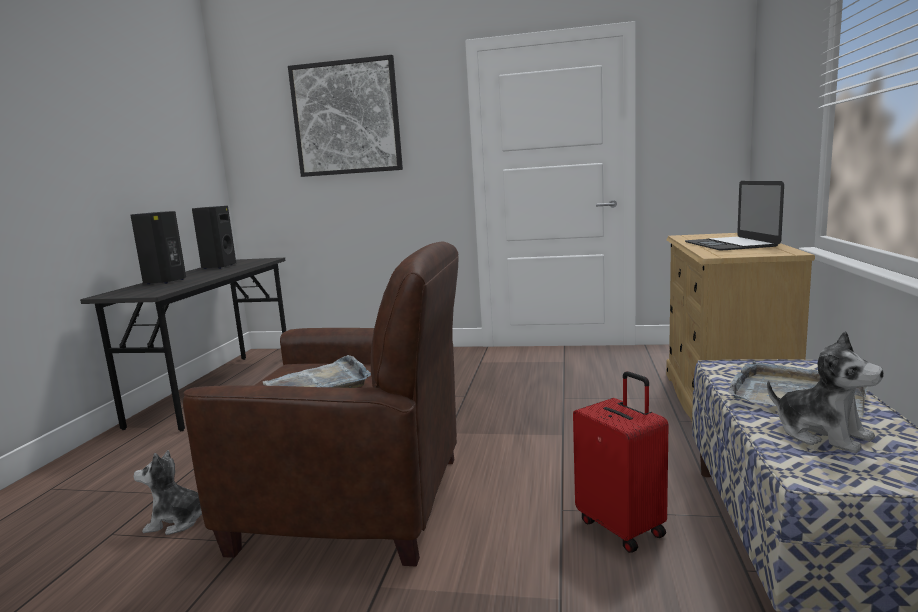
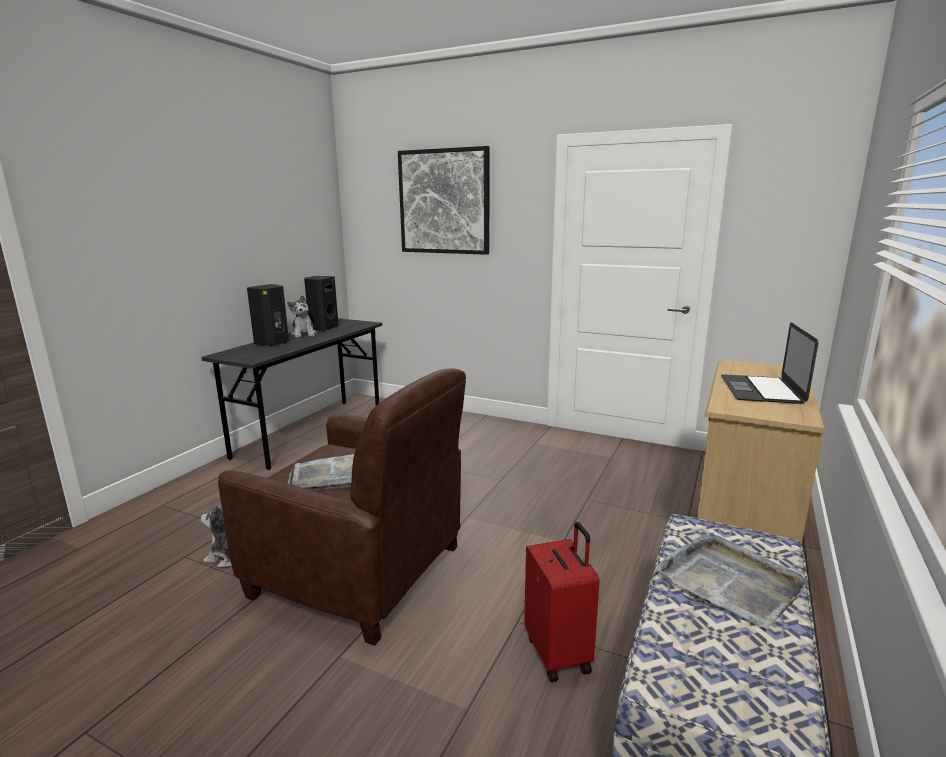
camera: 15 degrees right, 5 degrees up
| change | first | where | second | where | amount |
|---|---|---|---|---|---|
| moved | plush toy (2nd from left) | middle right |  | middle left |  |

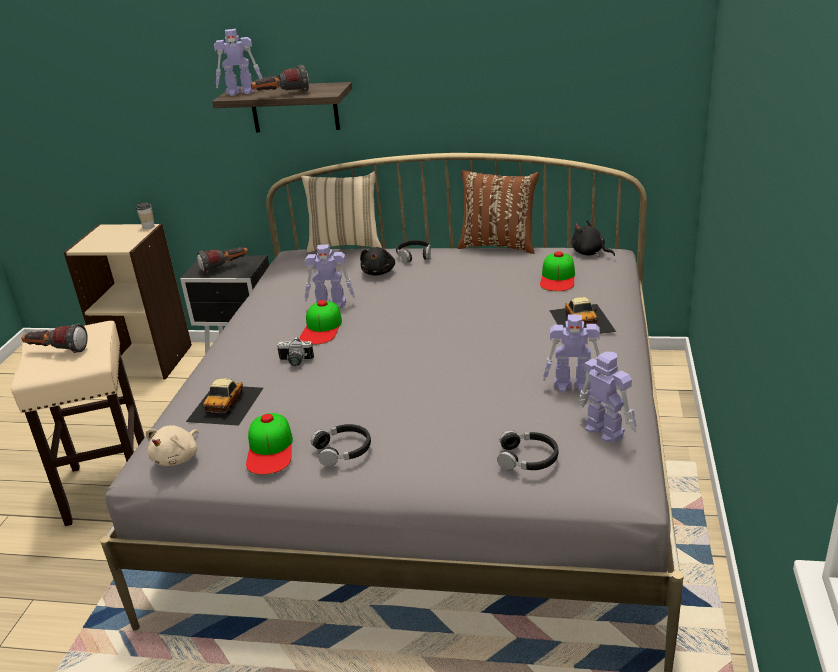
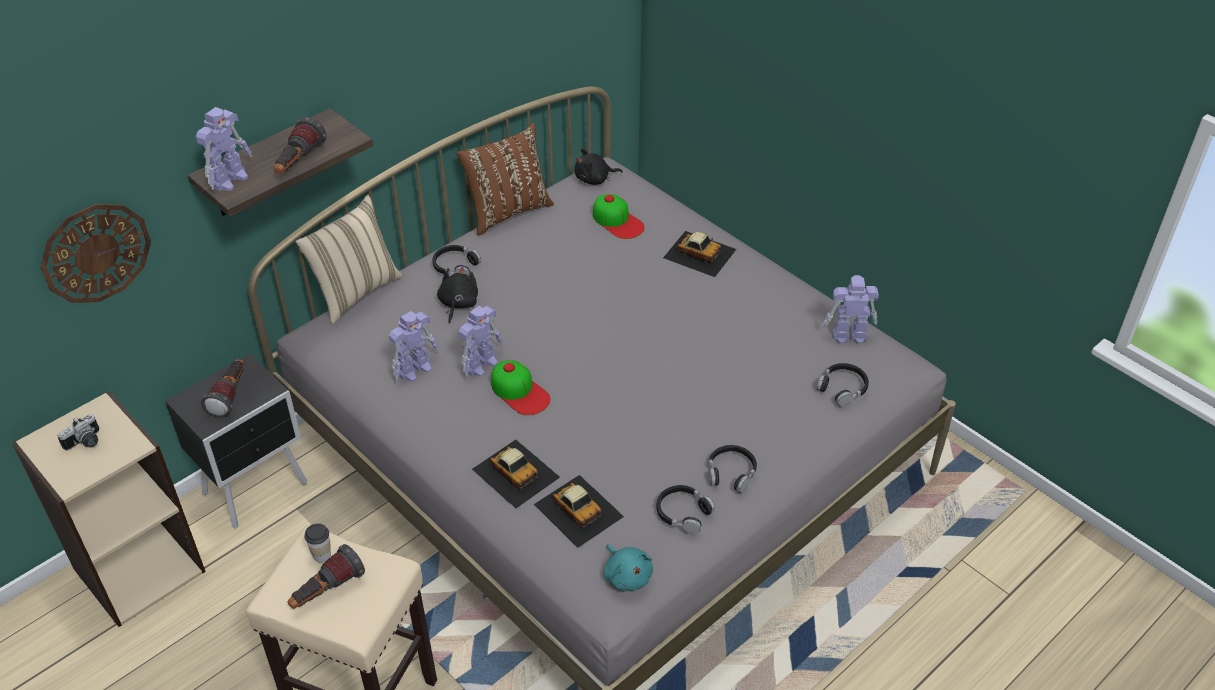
camera: 55 degrees left, 15 degrees up
| change | first | where | second | where | amount |
|---|---|---|---|---|---|
| added |  |  | wall clock | middle left |  |
| moved | photo camera | centre |  | middle left |  |
| moved | cup | top left |  | bottom left |  |
| moved | toy robot (3rd from left in the first image) | middle right | toy robot (2nd from left) | centre |  |
| turned | black plush toy (1st from left) | centre |  | centre | 120 degrees counterclockwise |
| added |  |  | toy car (1st from left) | bottom centre |  |
| recoloured | beige plush toy | middle left | turquoise plush toy | bottom centre |  |
| replaced | cap (1st from left) | middle left | black headphones (2nd from left) | bottom centre |  |

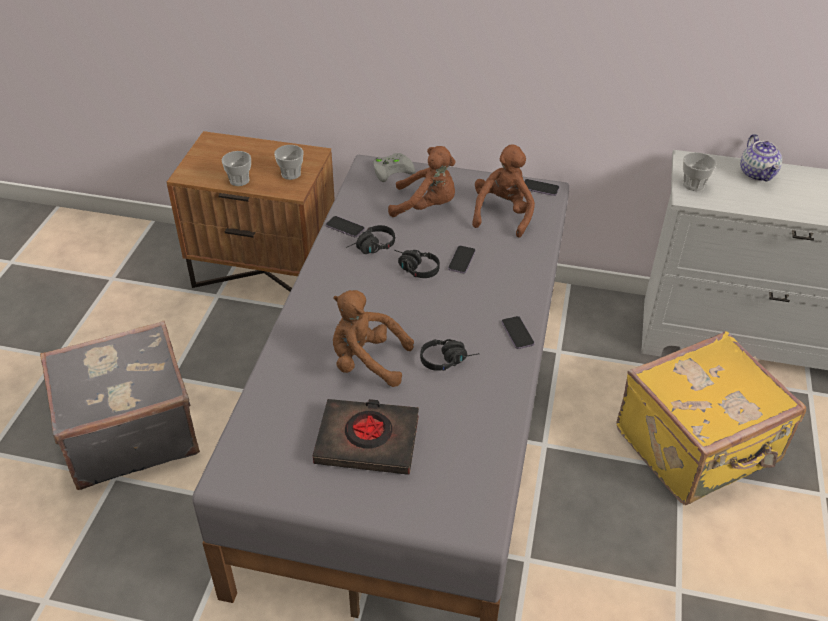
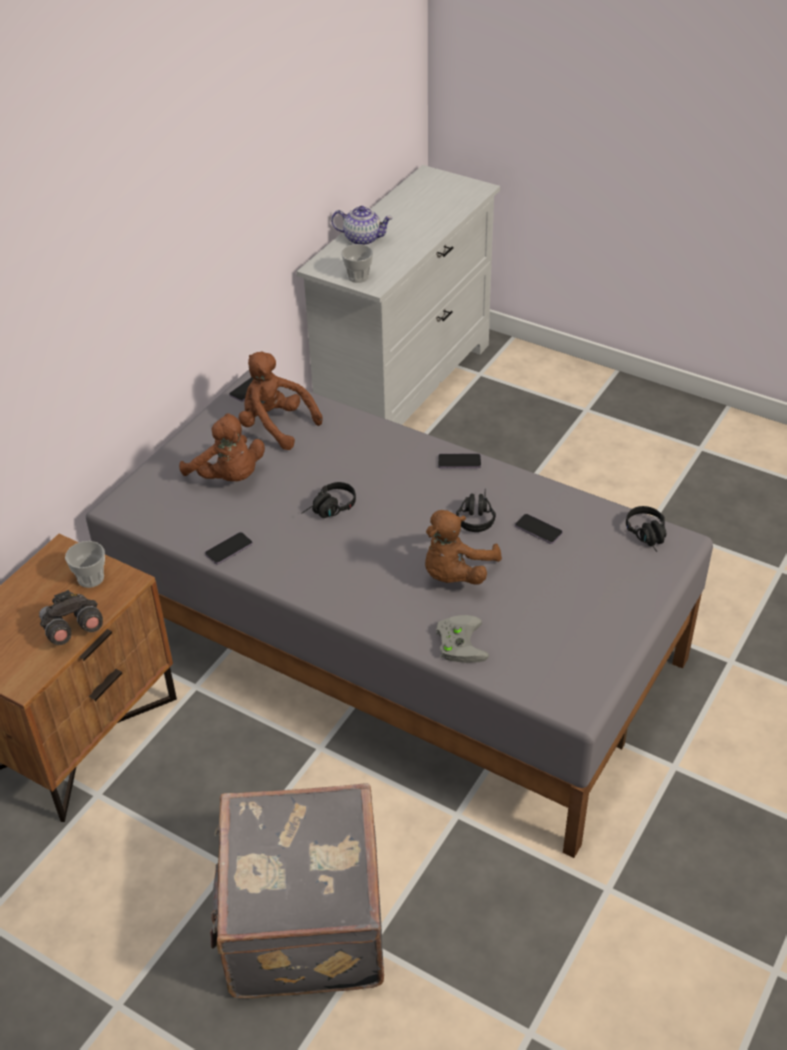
camera: 70 degrees left, 0 degrees up
| change | first | where | second | where | amount |
|---|---|---|---|---|---|
| replaced | cup (1st from left) | top left | grey binoculars | middle left |  |
| turned | brown plush toy (2nd from left in the first image) | top centre | brown plush toy (1st from left) | middle left | 105 degrees clockwise |
| moved | grey game controller | top centre |  | centre |  |
| moved | phone (2nd from left in the first image) | centre | phone (4th from left) | middle right |  |
| moved | black headphones (1st from left in the first image) | centre | black headphones (3rd from left) | middle right |  |
| removed | black book | bottom centre |  |  |  |
| removed | yellow suitcase | bottom right |  |  |  |

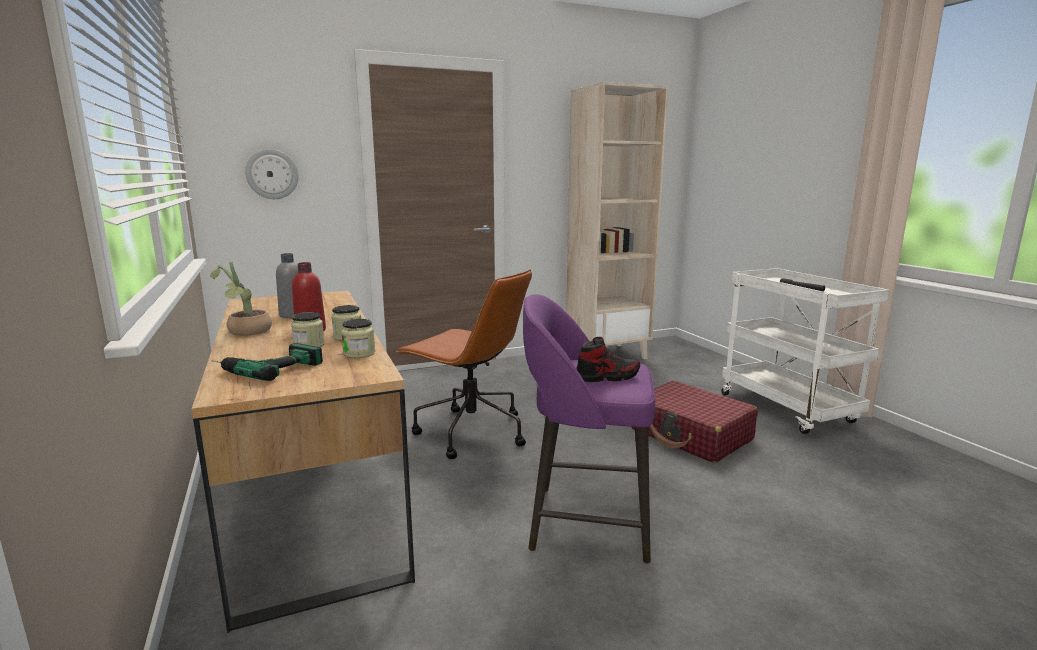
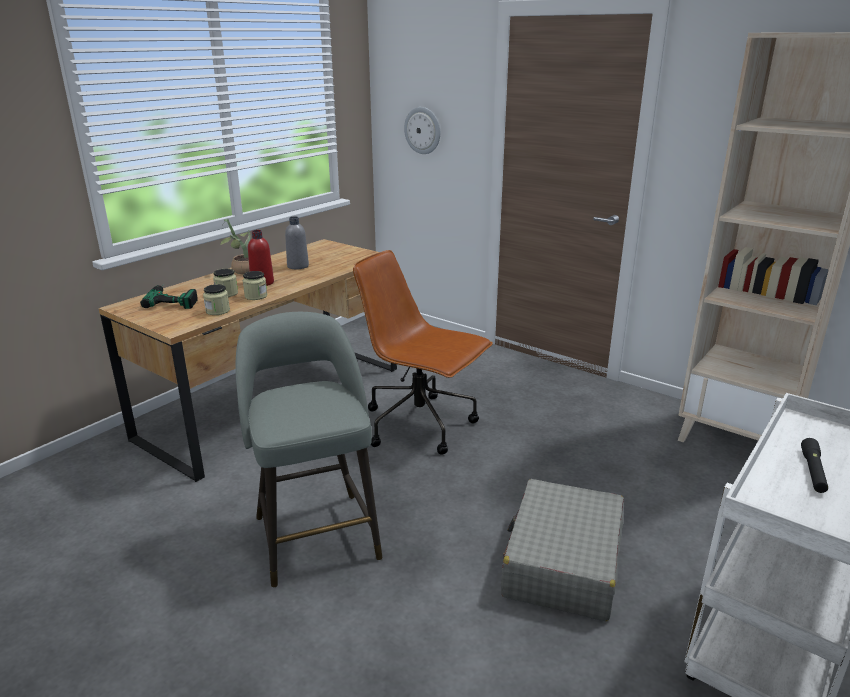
camera: 60 degrees right, 10 degrees up
| change | first | where | second | where | amount |
|---|---|---|---|---|---|
| recoloured | purple stool | centre | grey stool | centre |  |
| turned | brown office chair | centre |  | centre | 120 degrees clockwise |
| recoloured | red suitcase | middle right | grey suitcase | bottom centre |  |
| removed | shoe | centre |  |  |  |

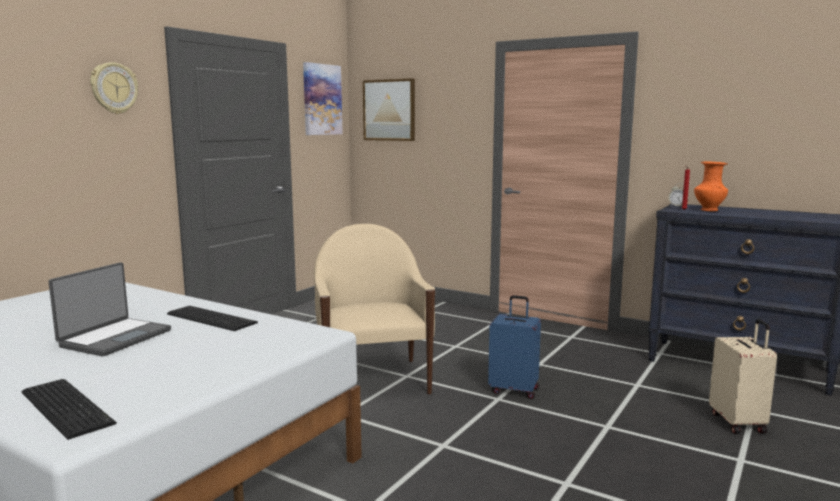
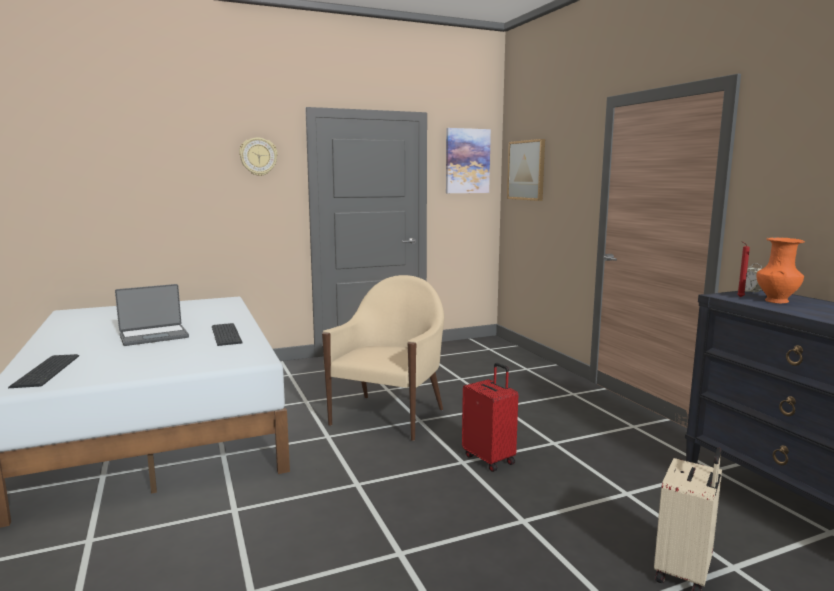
camera: 35 degrees right, 0 degrees up
| change | first | where | second | where | amount |
|---|---|---|---|---|---|
| recoloured | blue suitcase | bottom centre | red suitcase | bottom centre |  |

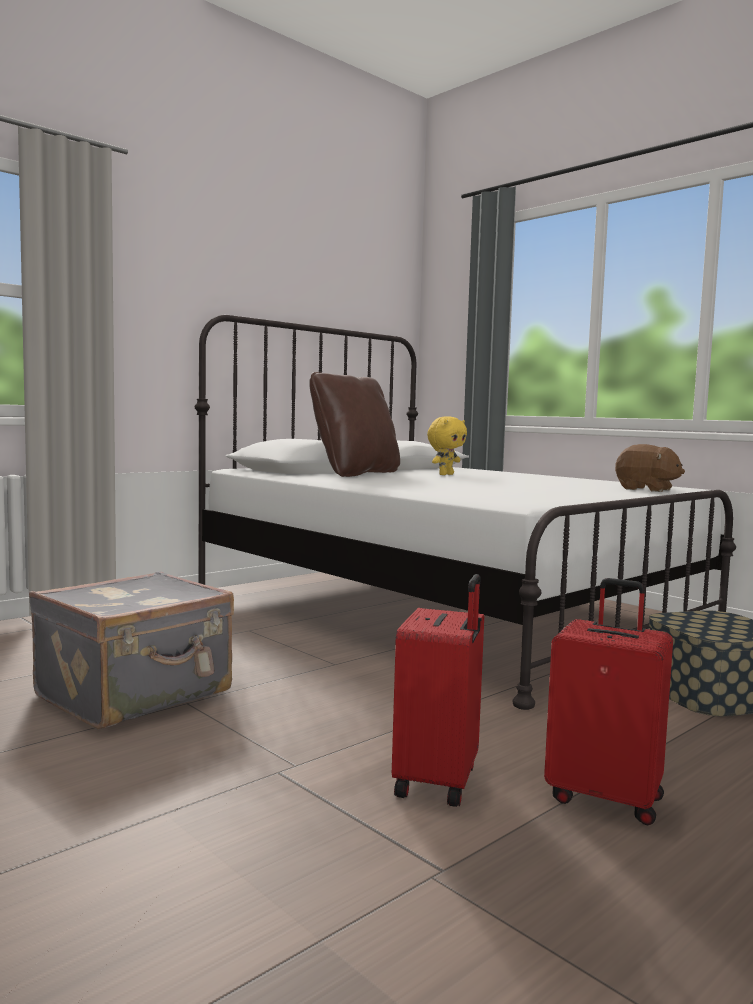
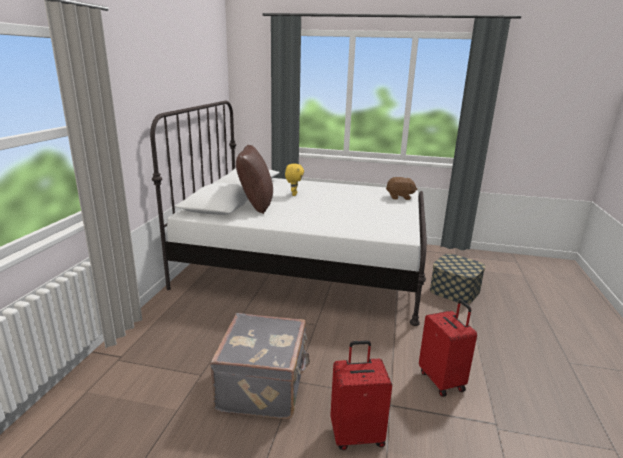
camera: 35 degrees left, 15 degrees up
| change | first | where | second | where | amount |
|---|---|---|---|---|---|
| moved | red suitcase (2nd from left in the first image) | bottom right | red suitcase (1st from left) | bottom centre |  |

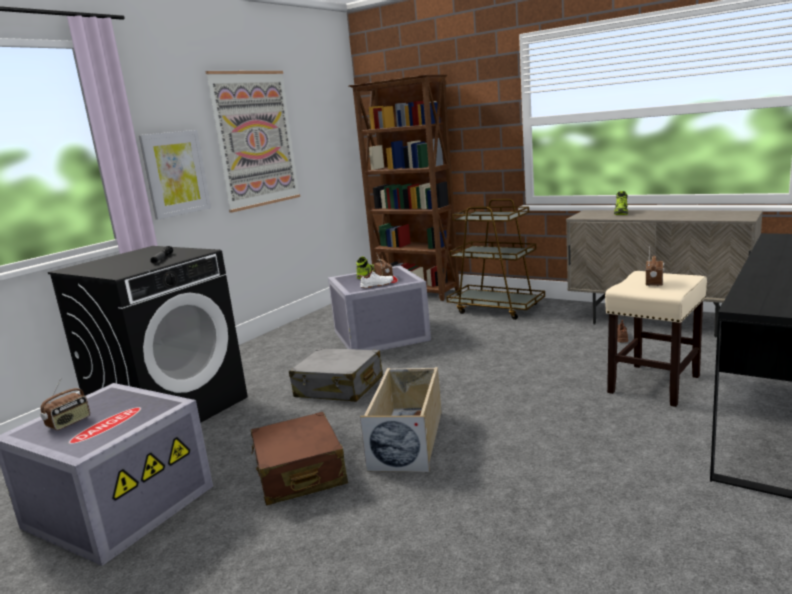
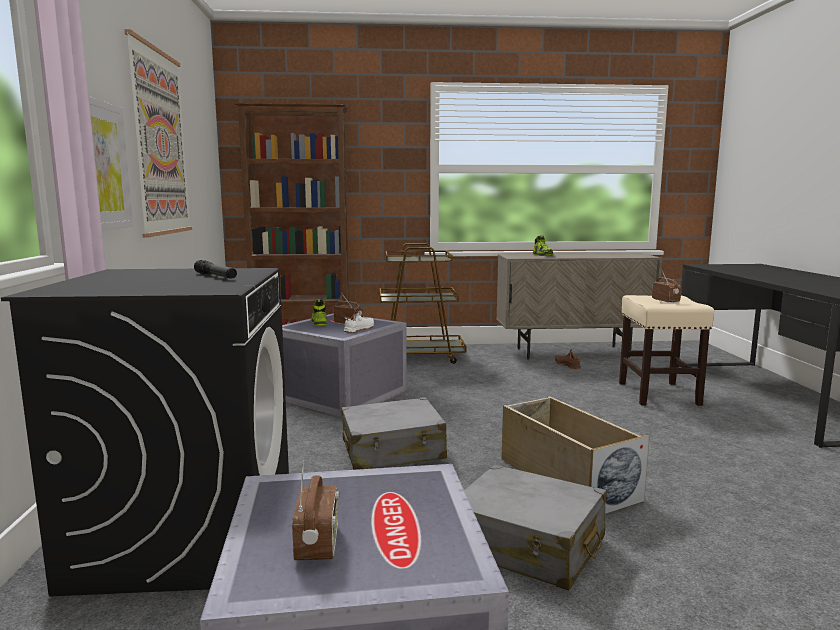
camera: 40 degrees left, 5 degrees down
| change | first | where | second | where | amount |
|---|---|---|---|---|---|
| recoloured | brown suitcase | bottom centre | grey suitcase (2nd from left) | bottom centre |  |

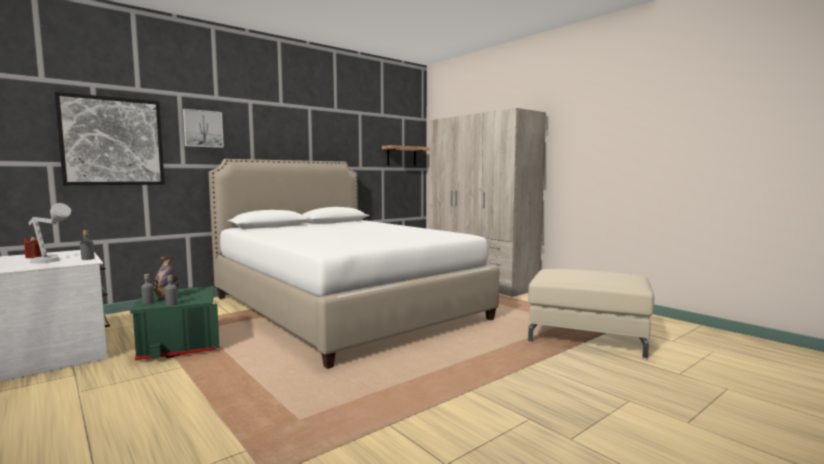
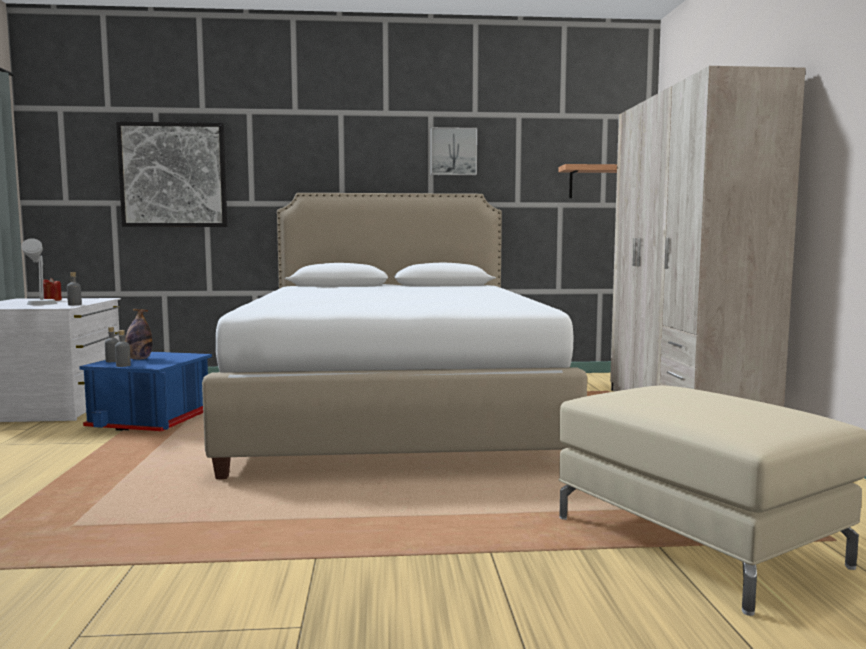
camera: 35 degrees right, 0 degrees up
| change | first | where | second | where | amount |
|---|---|---|---|---|---|
| recoloured | green storage box | bottom left | blue storage box | middle left |  |
| moved | picture (2nd from left) | top left |  | top centre |  |

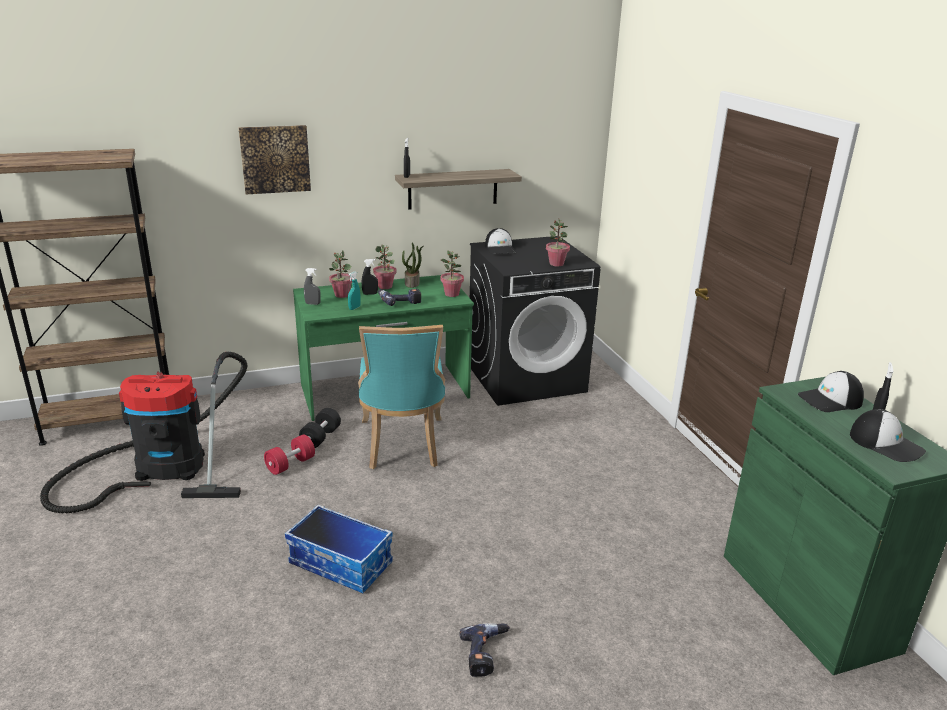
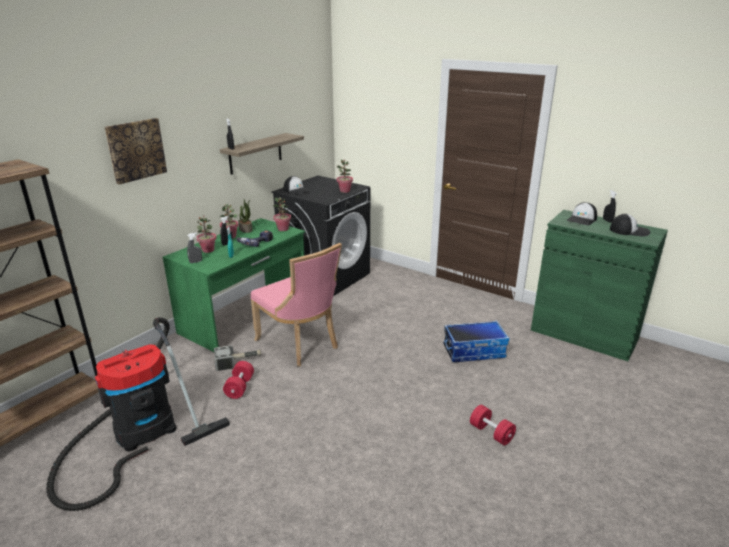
camera: 35 degrees left, 0 degrees up
| change | first | where | second | where | amount |
|---|---|---|---|---|---|
| replaced | black dumbbell | centre | hammer | middle left |  |
| recoloured | turquoise chair | centre | pink chair | centre |  |
| moved | storage box | bottom centre |  | centre |  |
| replaced | power drill (2nd from left) | bottom centre | red dumbbell (2nd from left) | bottom right |  |

